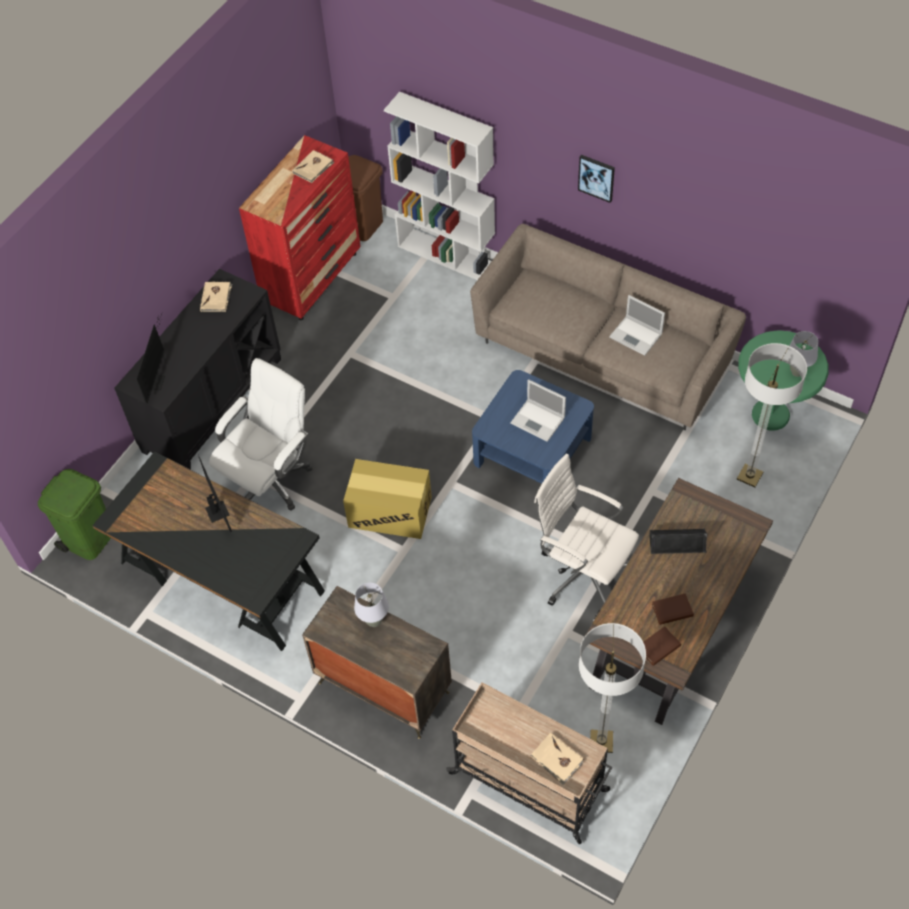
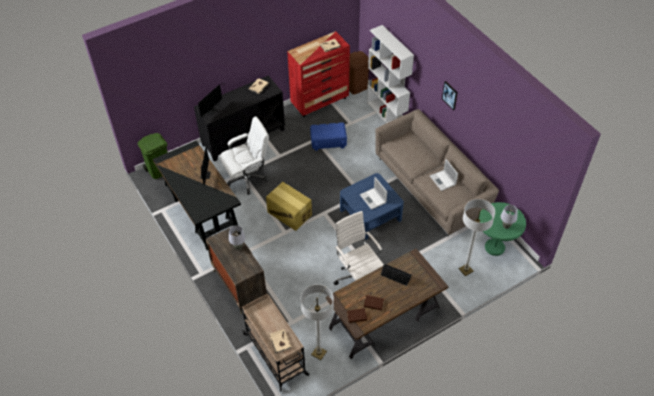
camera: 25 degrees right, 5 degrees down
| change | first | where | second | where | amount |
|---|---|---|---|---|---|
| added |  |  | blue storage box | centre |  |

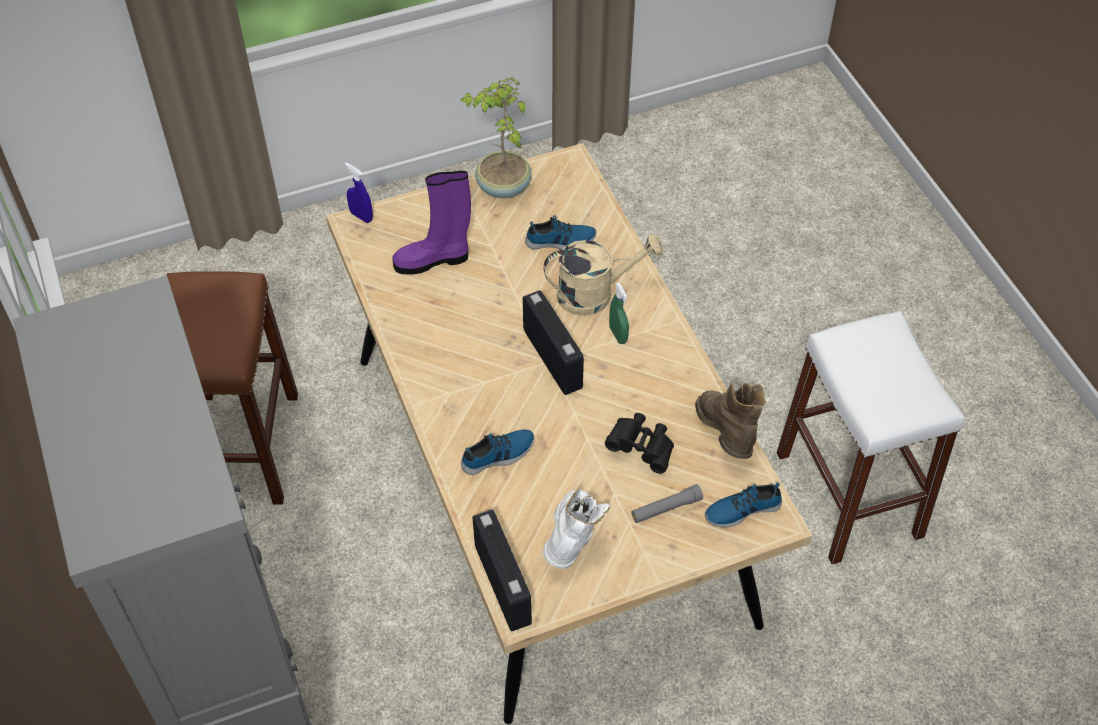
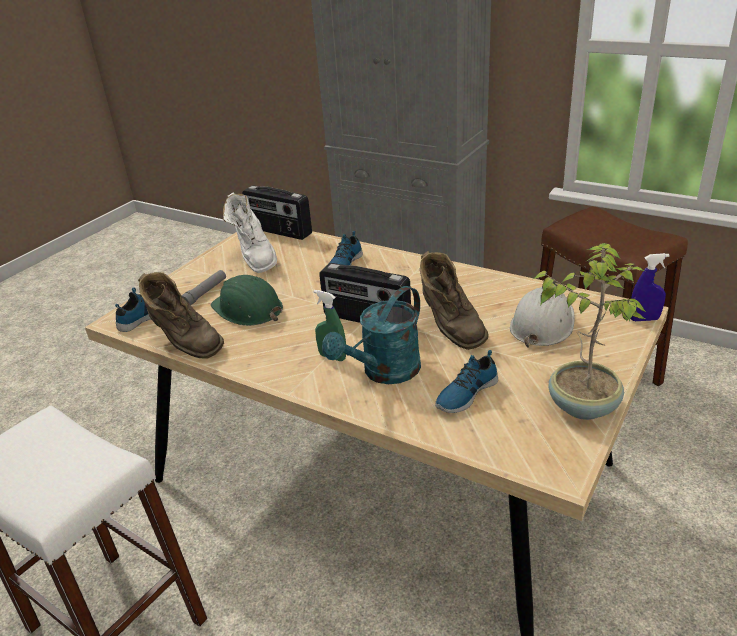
camera: 145 degrees right, 20 degrees down
| change | first | where | second | where | amount |
|---|---|---|---|---|---|
| replaced | black binoculars | centre | green hard hat | centre |  |
| recoloured | beige watering can | centre | turquoise watering can | centre |  |
| added |  |  | brown boot (2nd from left) | centre |  |
| replaced | purple boot | top centre | white hard hat | middle right |  |

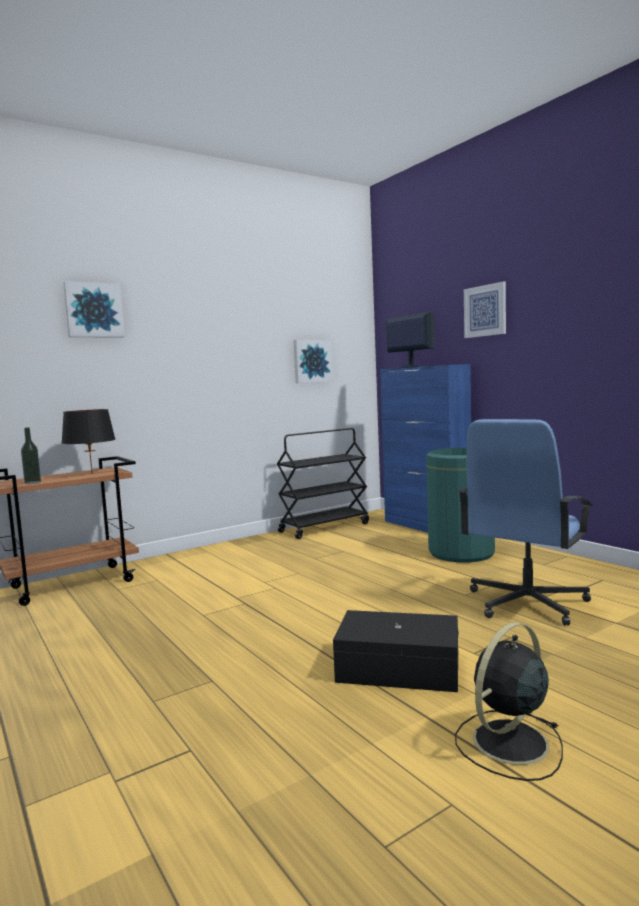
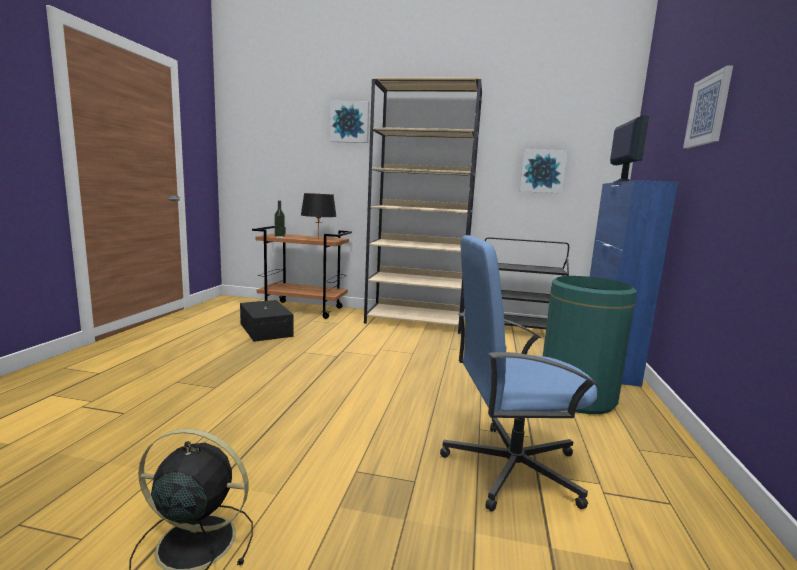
camera: 45 degrees right, 5 degrees up
| change | first | where | second | where | amount |
|---|---|---|---|---|---|
| moved | black storage box | bottom centre |  | centre |  |
| added |  |  | beige bookcase | centre |  |

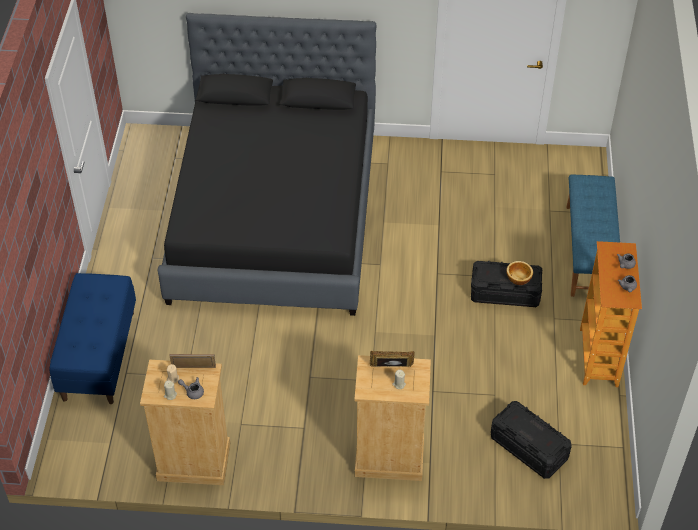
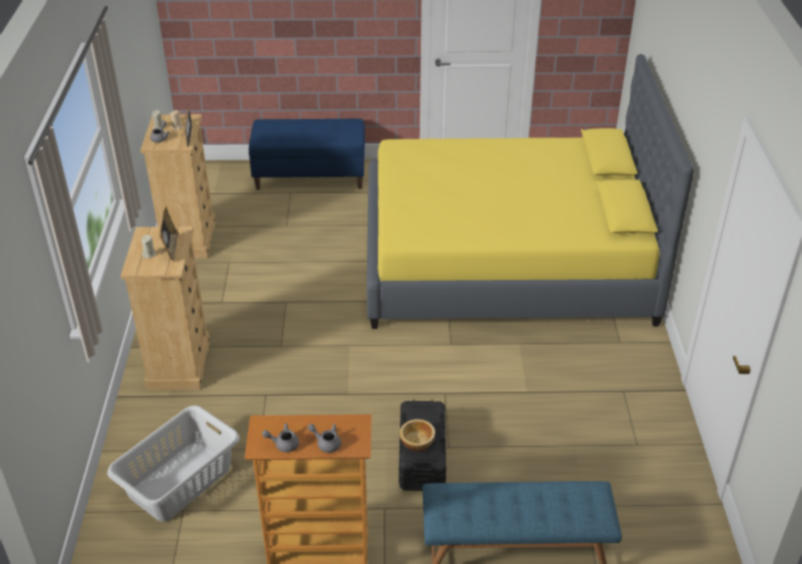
camera: 85 degrees right, 10 degrees down
| change | first | where | second | where | amount |
|---|---|---|---|---|---|
| replaced | black storage box (2nd from left) | bottom right | grey laundry basket | bottom left |  |
| recoloured | black bed | top centre | yellow bed | centre |  |

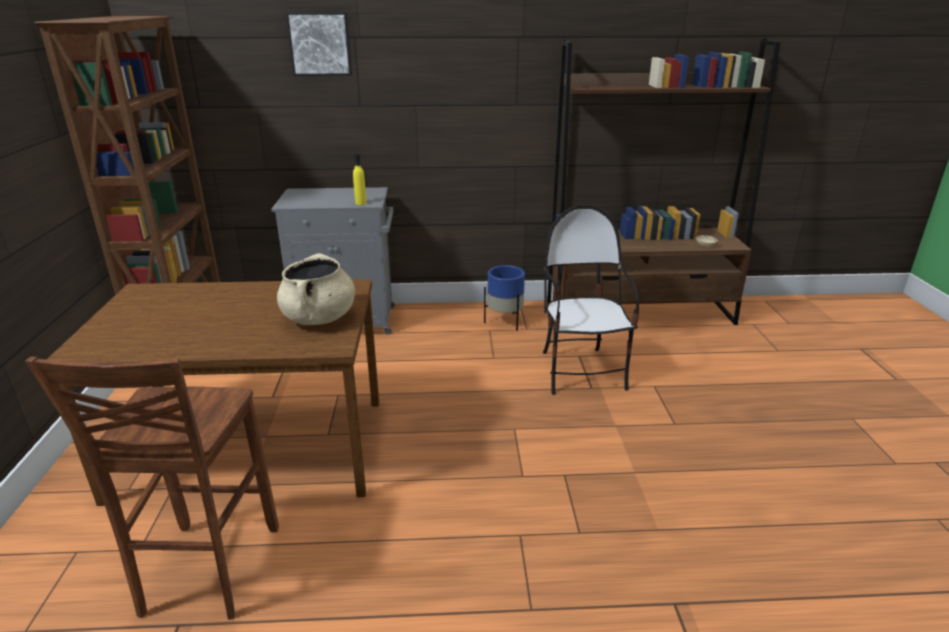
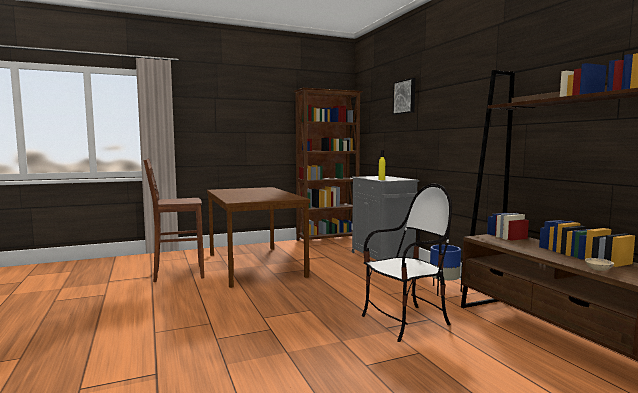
camera: 70 degrees right, 20 degrees down
| change | first | where | second | where | amount |
|---|---|---|---|---|---|
| removed | beige cooking pot | middle left |  |  |  |

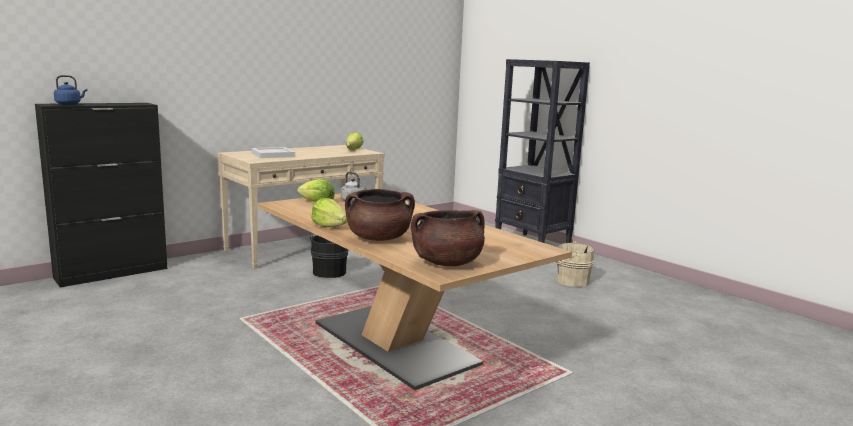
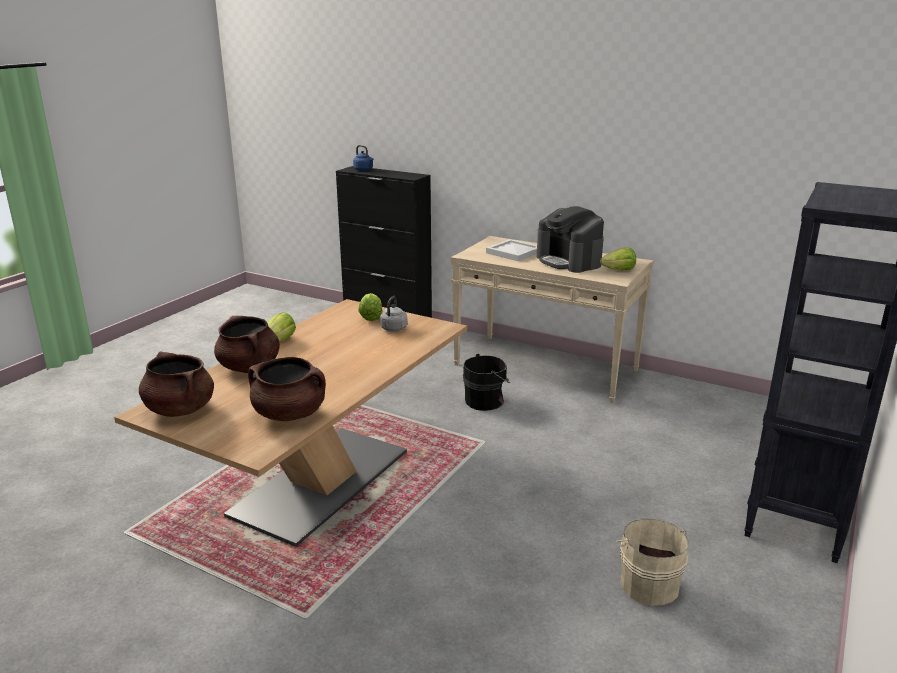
camera: 70 degrees right, 10 degrees up
| change | first | where | second | where | amount |
|---|---|---|---|---|---|
| added |  |  | brown cooking pot (3rd from left) | middle left |  |
| added |  |  | coffee machine | centre |  |

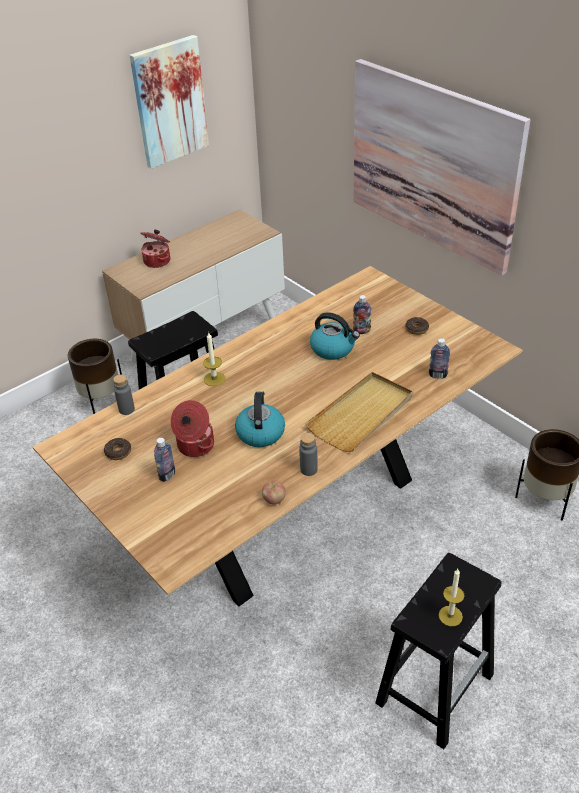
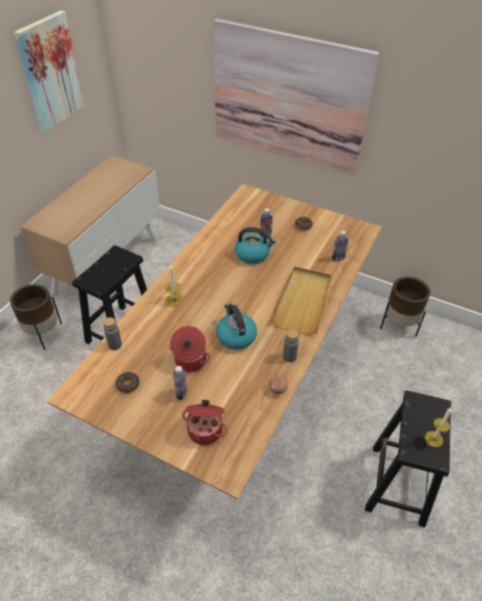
camera: 25 degrees left, 5 degrees up
| change | first | where | second | where | amount |
|---|---|---|---|---|---|
| moved | cooking pot (1st from left in the first image) | top left | cooking pot (2nd from left) | bottom centre |  |

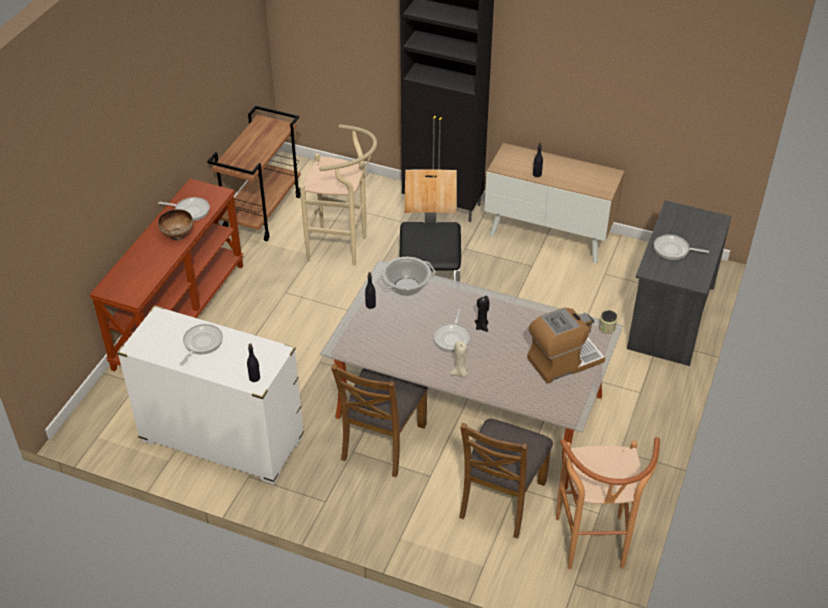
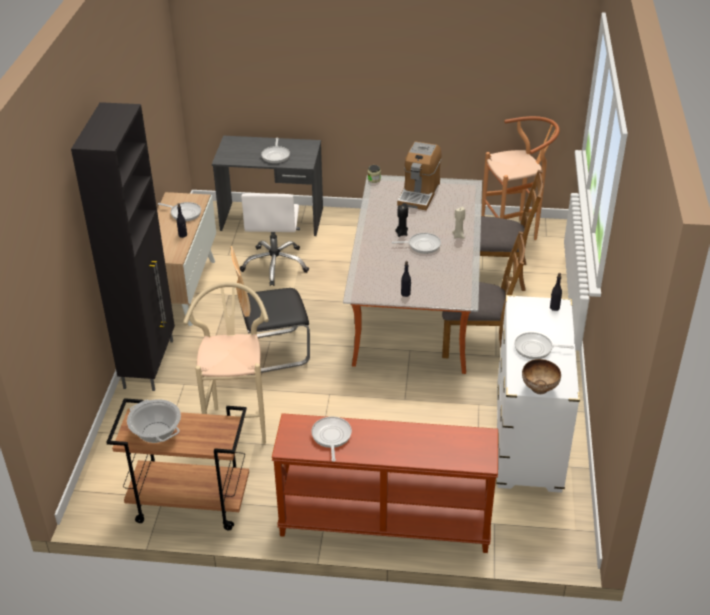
camera: 105 degrees left, 5 degrees down
| change | first | where | second | where | amount |
|---|---|---|---|---|---|
| moved | cooking pot | centre |  | bottom left |  |
| added |  |  | frying pan (1st from left) | middle left |  |
| added |  |  | white office chair | centre |  |
| turned | coffee machine | middle right |  | top centre | 120 degrees counterclockwise |
| moved | bowl | middle left |  | middle right |  |

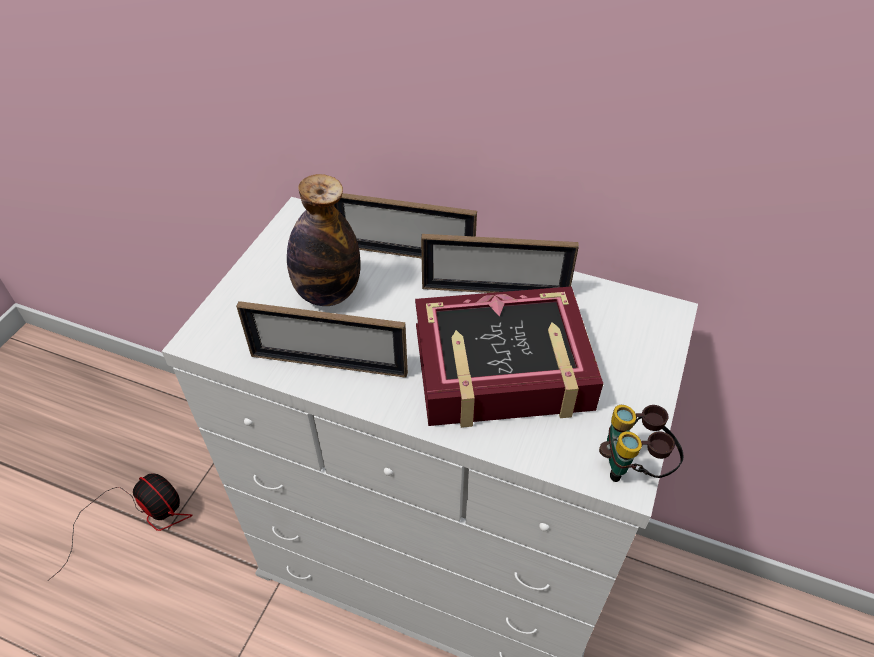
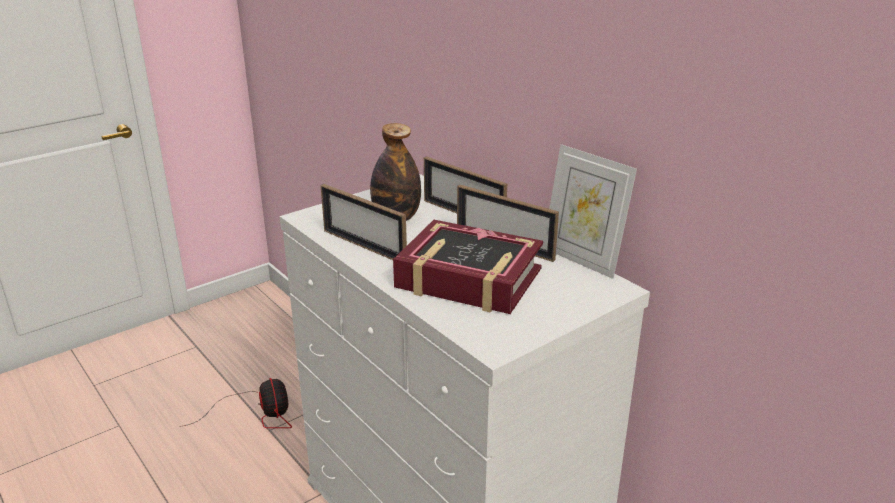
camera: 30 degrees right, 20 degrees down
| change | first | where | second | where | amount |
|---|---|---|---|---|---|
| added |  |  | picture frame (4th from left) | centre |  |
| removed | binoculars | bottom right |  |  |  |

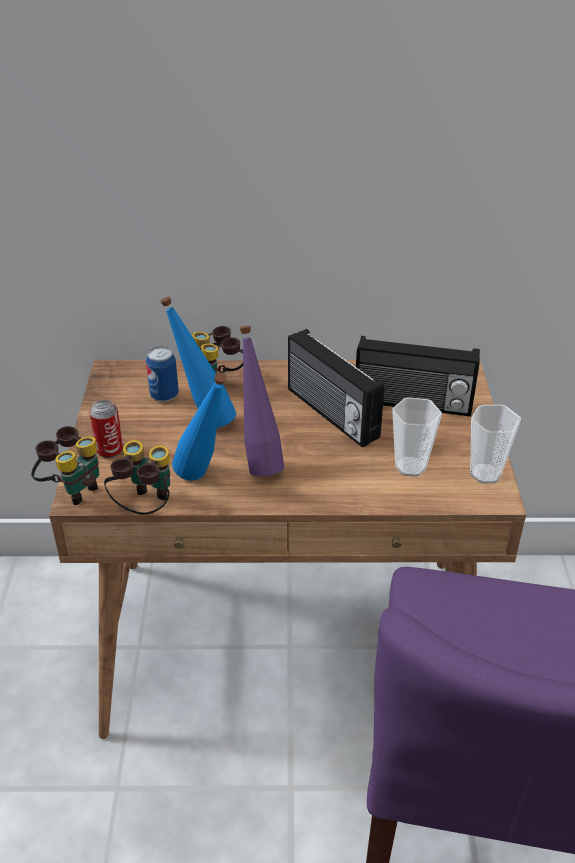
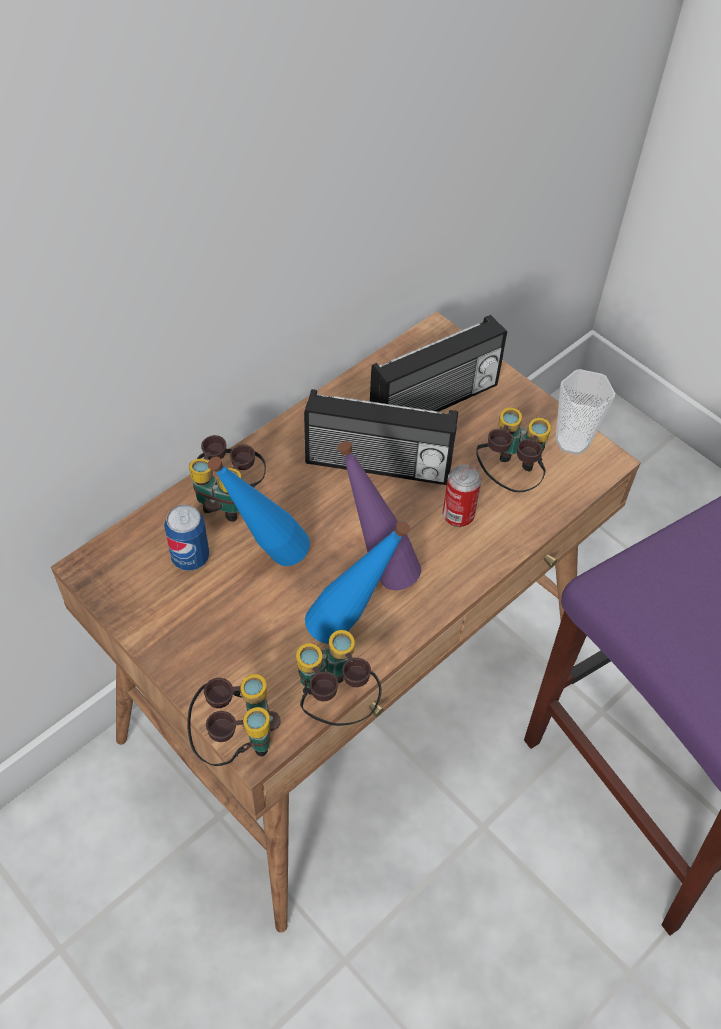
camera: 45 degrees left, 15 degrees up
| change | first | where | second | where | amount |
|---|---|---|---|---|---|
| moved | can (1st from left in the first image) | middle left | can (2nd from left) | centre |  |
| replaced | cup (1st from left) | middle right | binoculars (4th from left) | middle right |  |

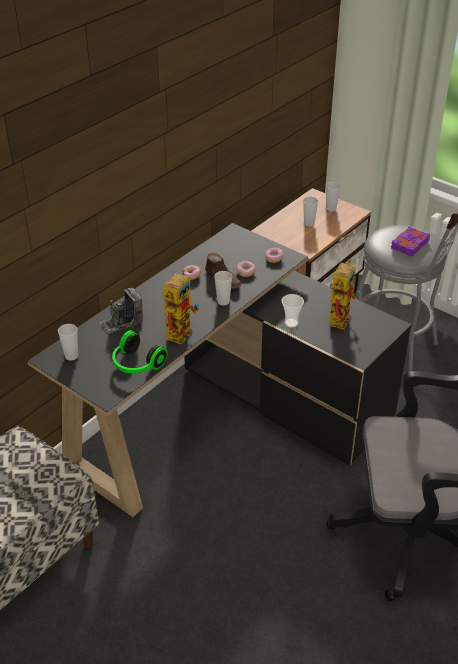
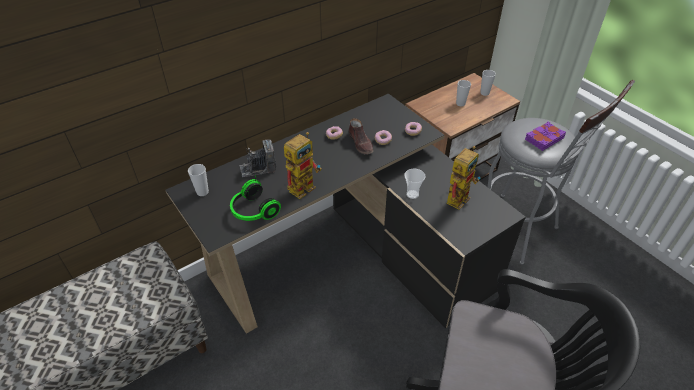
camera: 15 degrees right, 5 degrees up
| change | first | where | second | where | amount |
|---|---|---|---|---|---|
| removed | cup (2nd from left) | centre |  |  |  |

